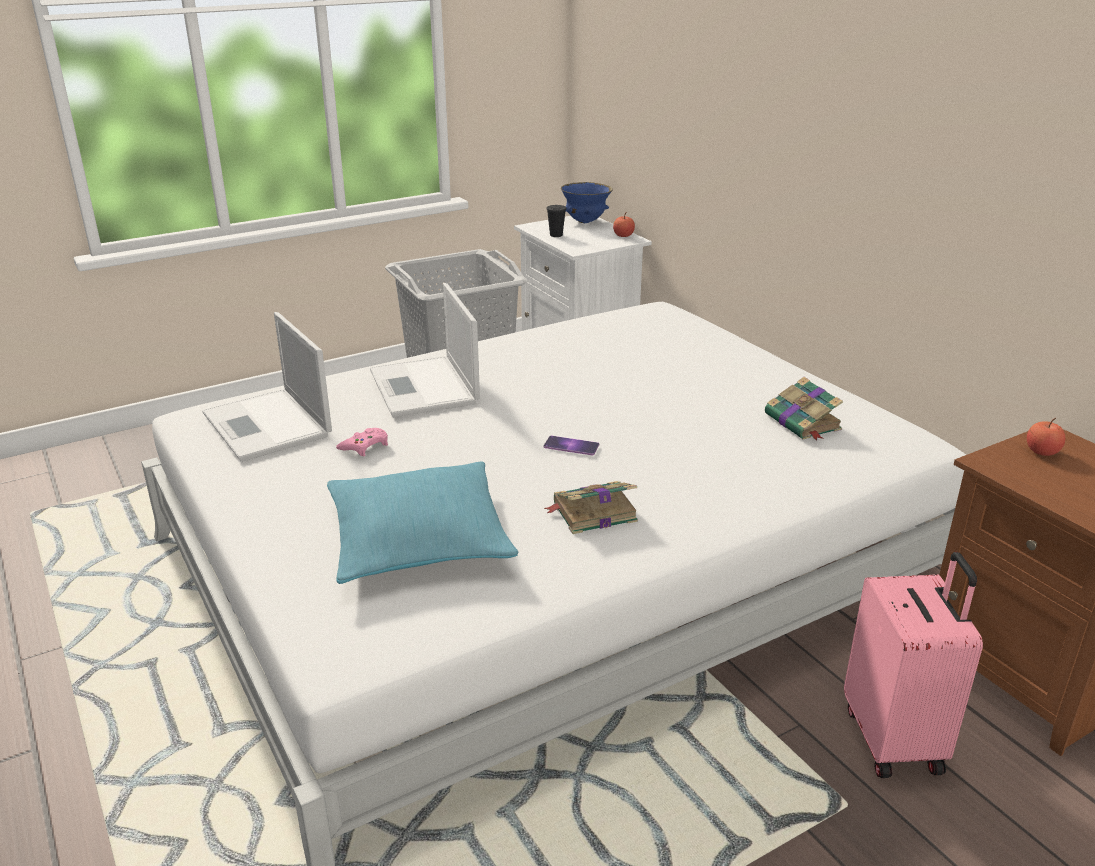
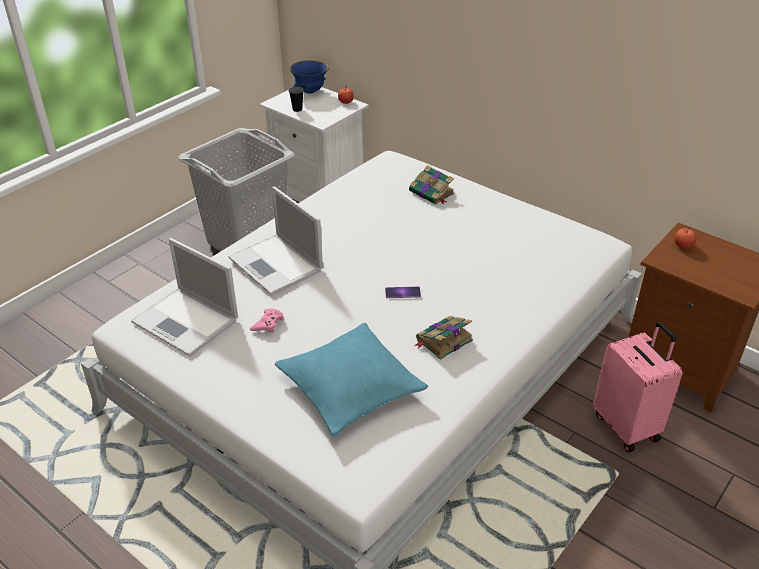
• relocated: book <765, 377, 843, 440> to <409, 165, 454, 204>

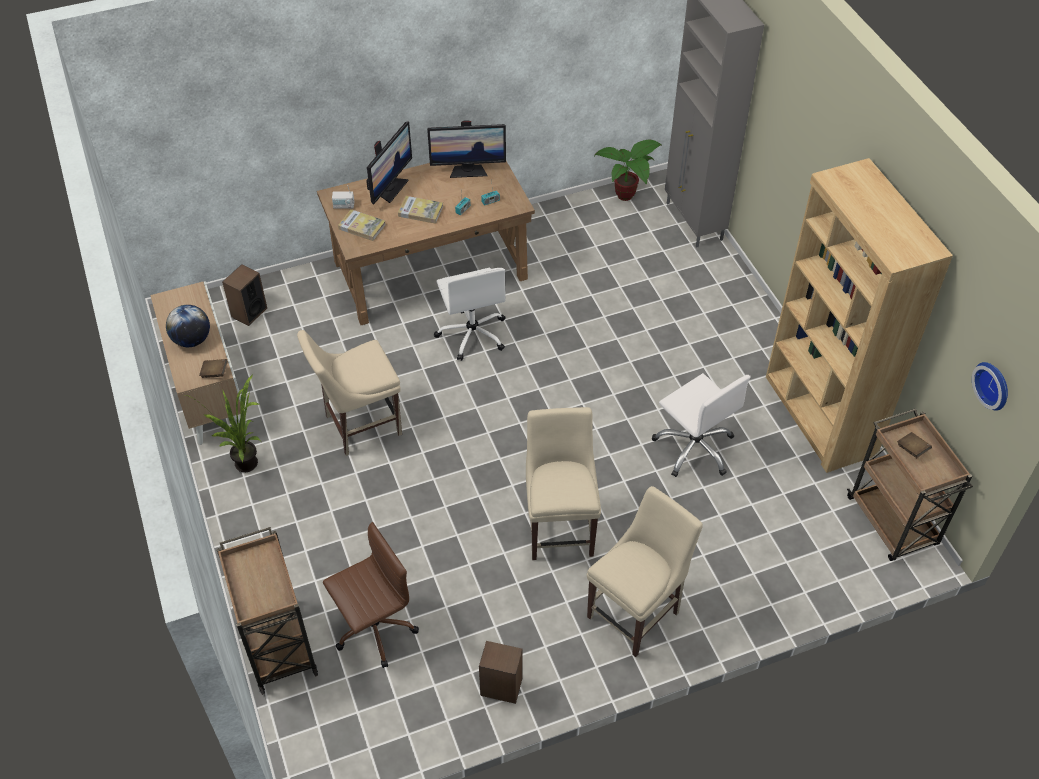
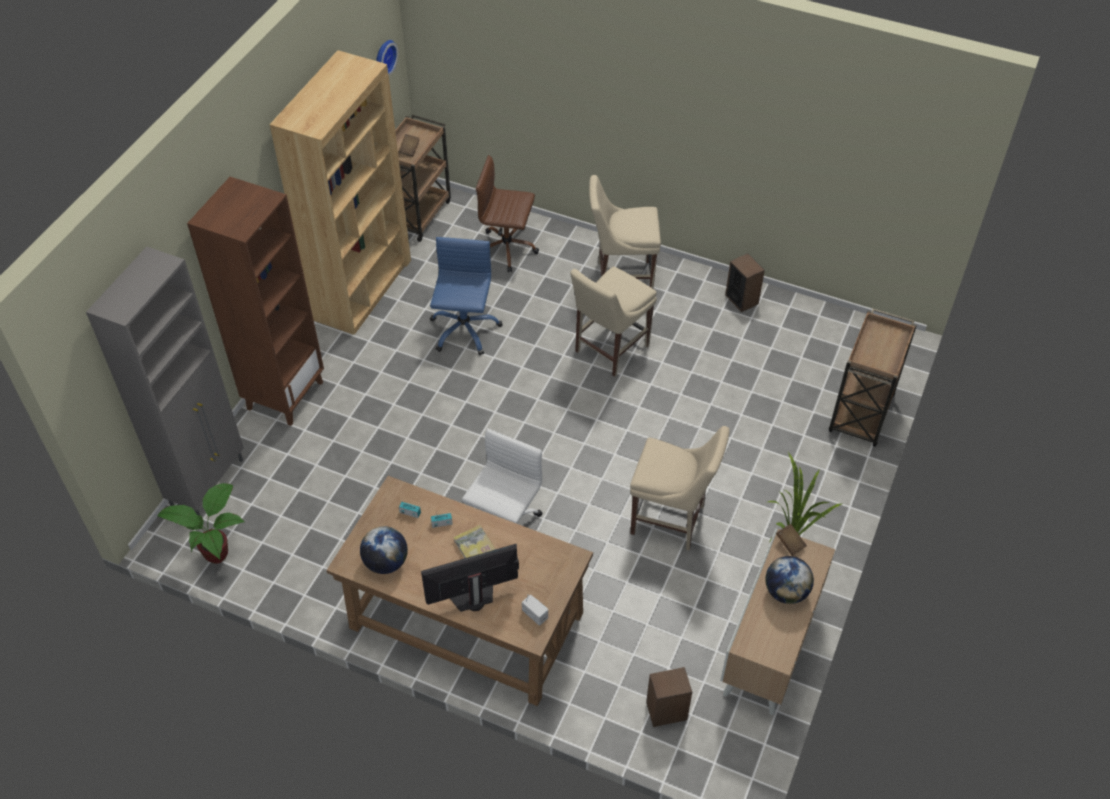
• relocated: computer chair in brown-coloured <323, 522, 419, 668> to <476, 155, 539, 272>
• missing: book <338, 209, 386, 241>
• exchanged: monitor <427, 120, 506, 178> to globe <360, 526, 408, 574>
• colour: computer chair in white <652, 373, 751, 477> to computer chair in bluish <430, 237, 503, 355>
• appeared: shelving unit in brown-coloured <187, 177, 324, 426>

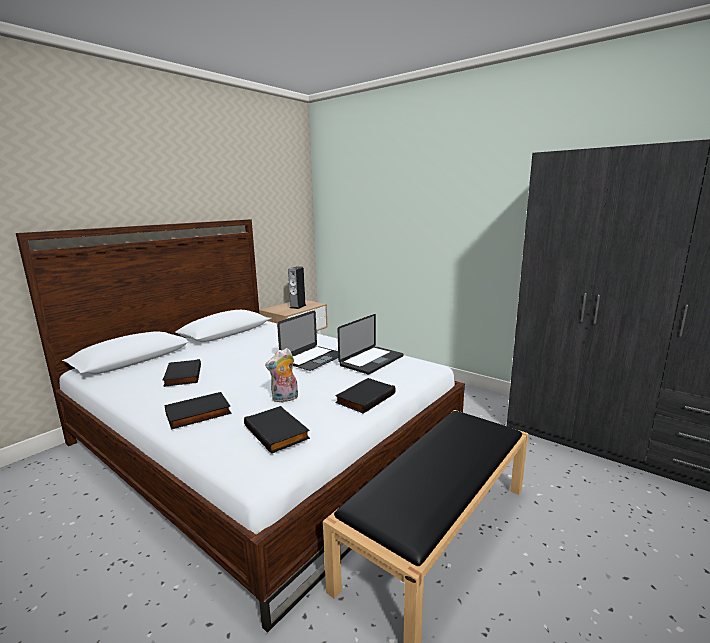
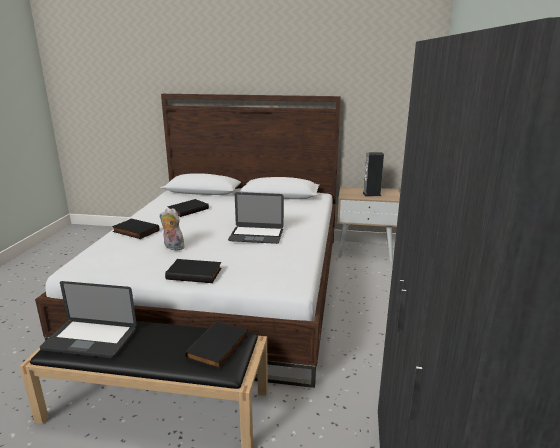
• relocated: book in blackish <244, 406, 310, 454> to <185, 321, 248, 370>
• relocated: laptop <337, 314, 404, 374> to <40, 281, 137, 358>

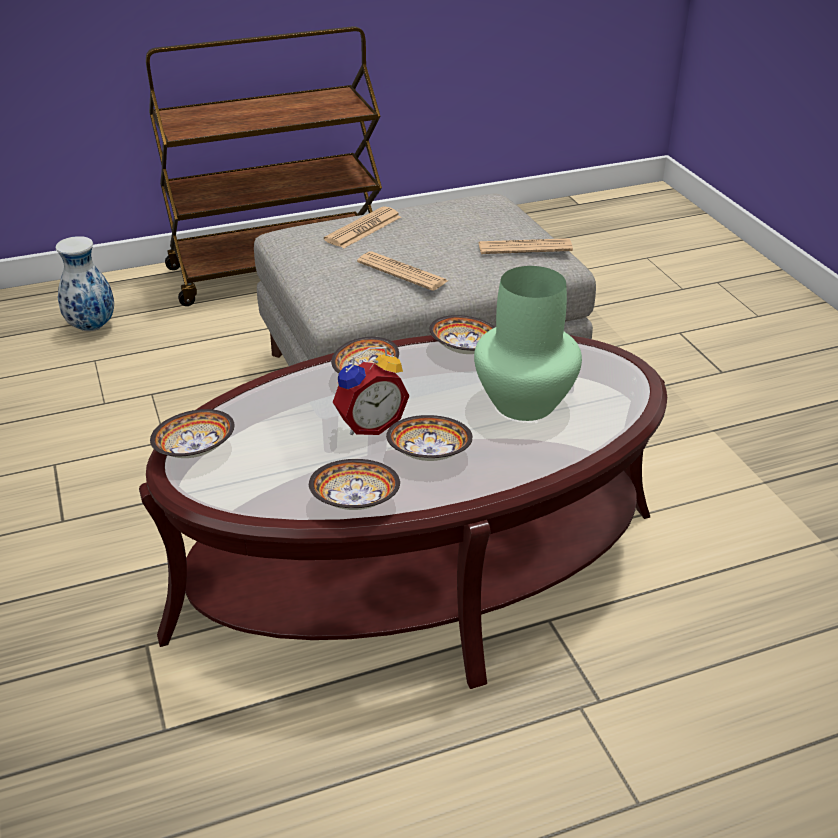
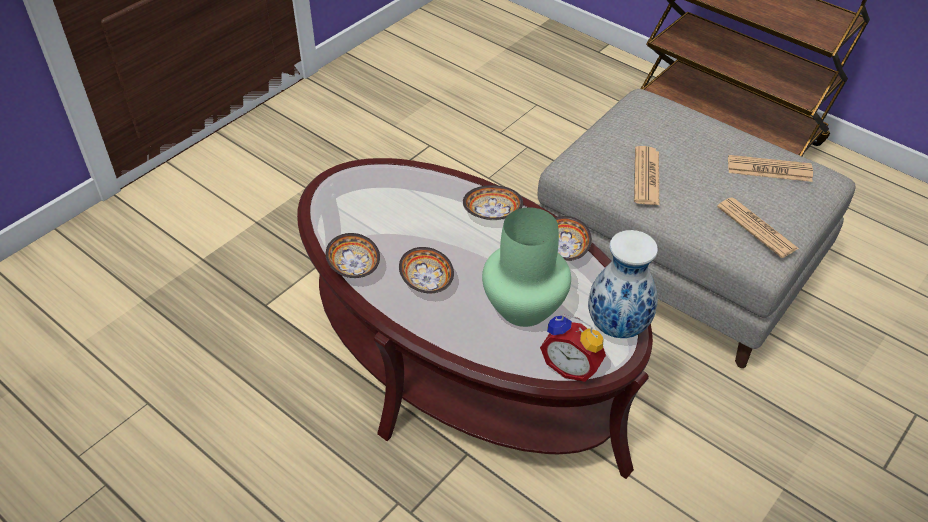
• relocated: flower vase <56, 236, 114, 331> to <588, 230, 658, 338>
• missing: deep dish <150, 409, 235, 458>
• relocated: newspaper <324, 206, 401, 248> to <728, 155, 813, 182>
• relocated: table clock <333, 347, 409, 435> to <540, 315, 606, 382>

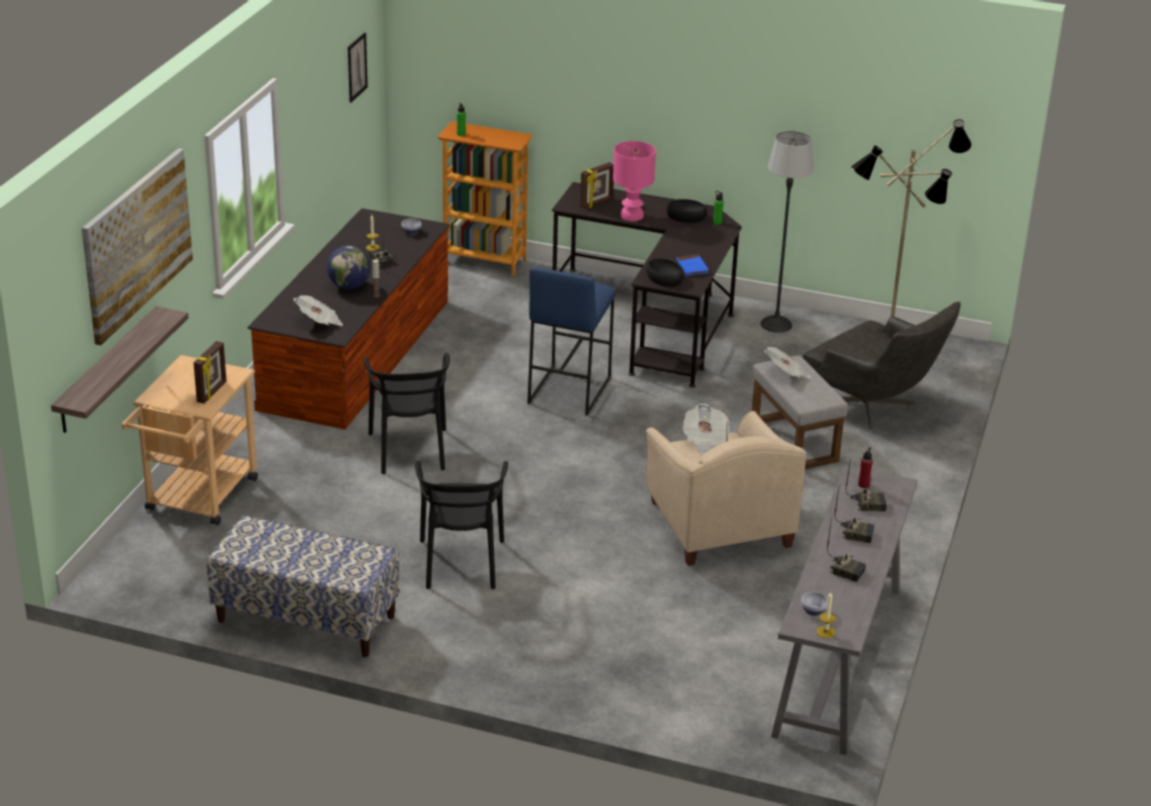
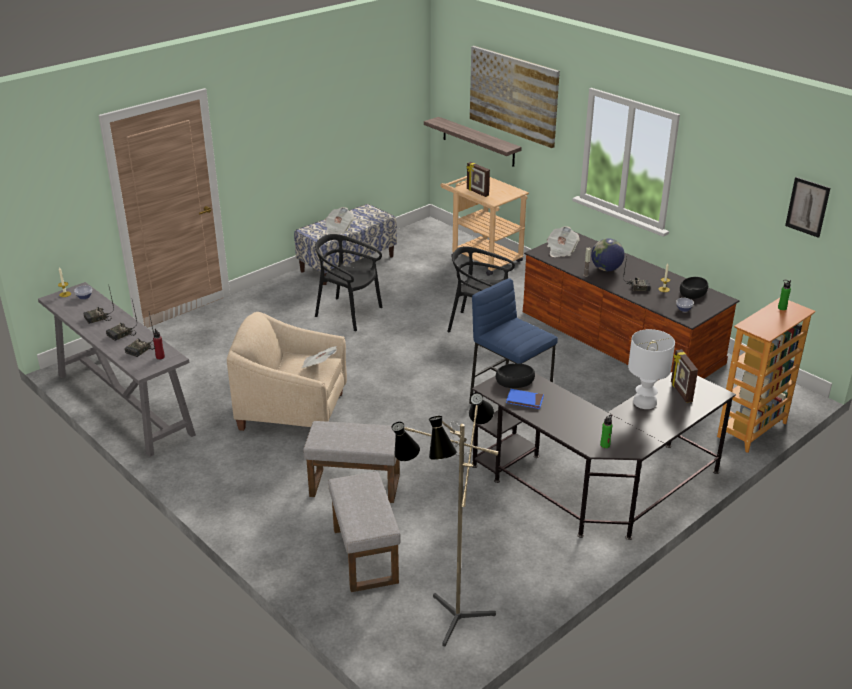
• colour: table lamp in pink <613, 141, 656, 221> to table lamp in white <628, 329, 675, 409>
• relocated: deep dish in blackish <666, 199, 707, 223> to <680, 277, 708, 299>
• missing: standing lamp <760, 131, 814, 333>
• relocated: newspaper <764, 347, 811, 378> to <325, 207, 354, 235>
• exchanged: lounge chair in greyish <803, 302, 961, 429> to footrest in greyish <328, 471, 401, 592>

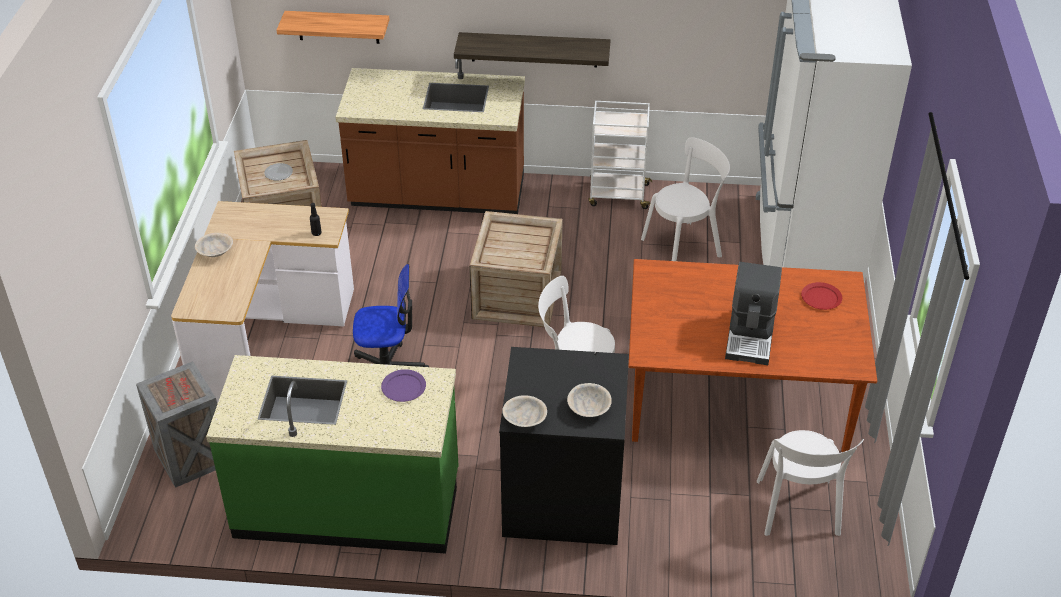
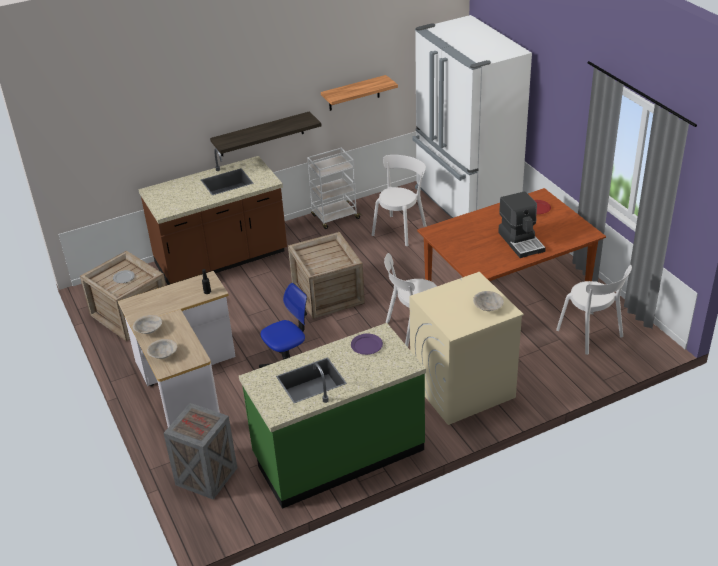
• relocated: wall shelf <277, 11, 390, 44> to <321, 75, 398, 111>
• colour: washing machine in blackish <499, 347, 629, 545> to washing machine in beige <409, 272, 524, 425>
• relocated: deep dish in beige <502, 395, 547, 427> to <147, 339, 177, 359>

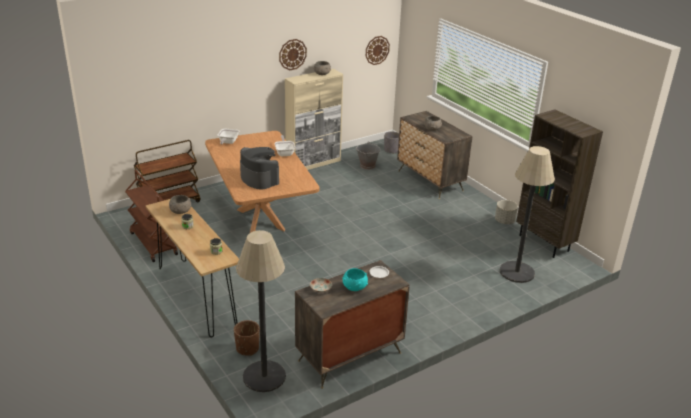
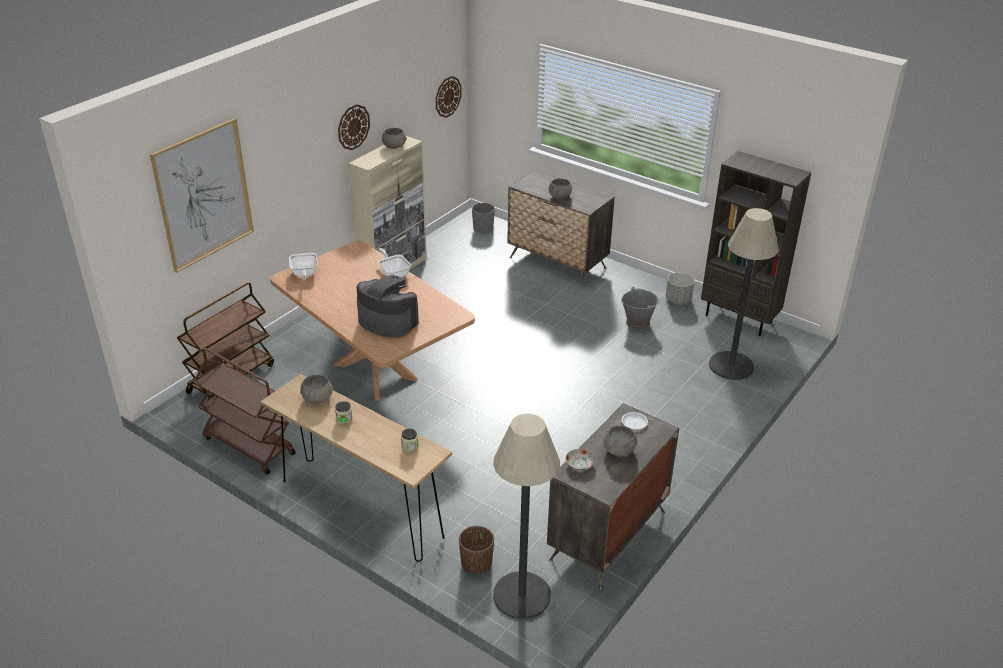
• colour: deep dish in blue-green <342, 268, 368, 291> to deep dish in greyish <602, 425, 638, 456>
• relocated: bucket in greyish <356, 142, 381, 170> to <621, 287, 659, 330>
• appeared: wall art <150, 118, 254, 273>

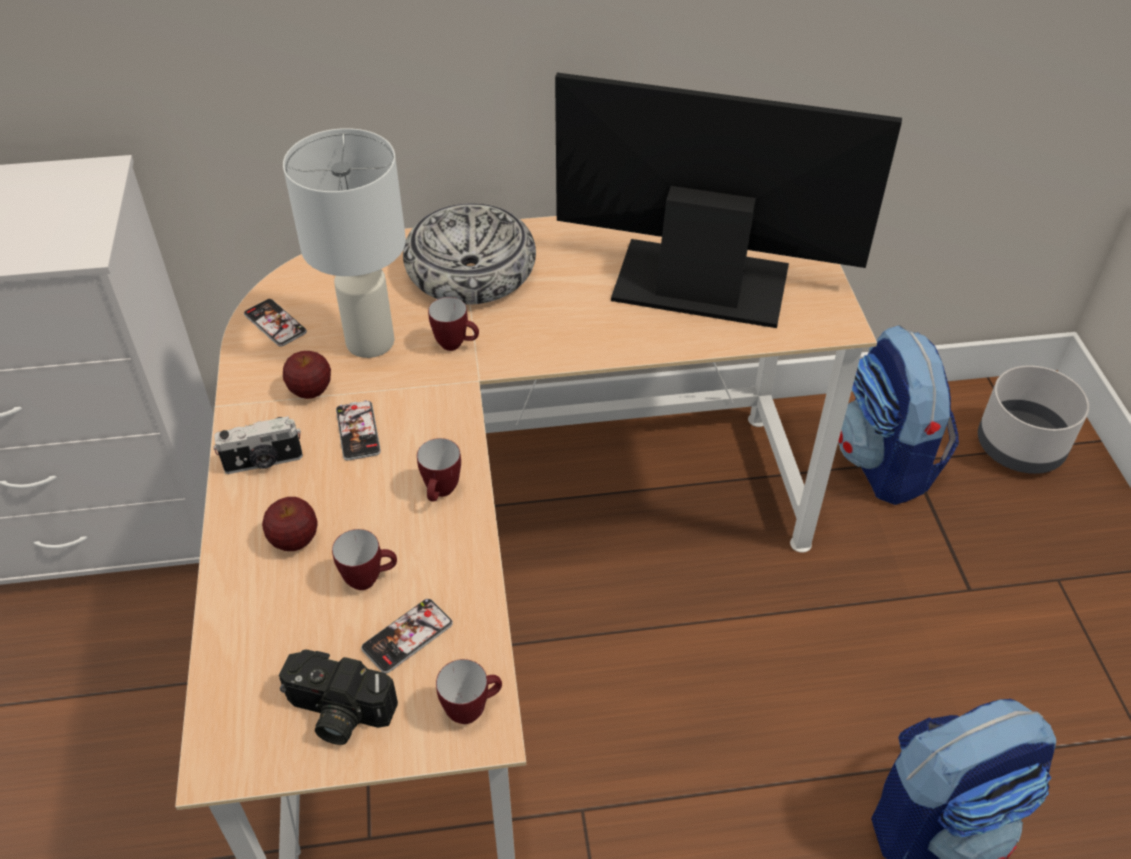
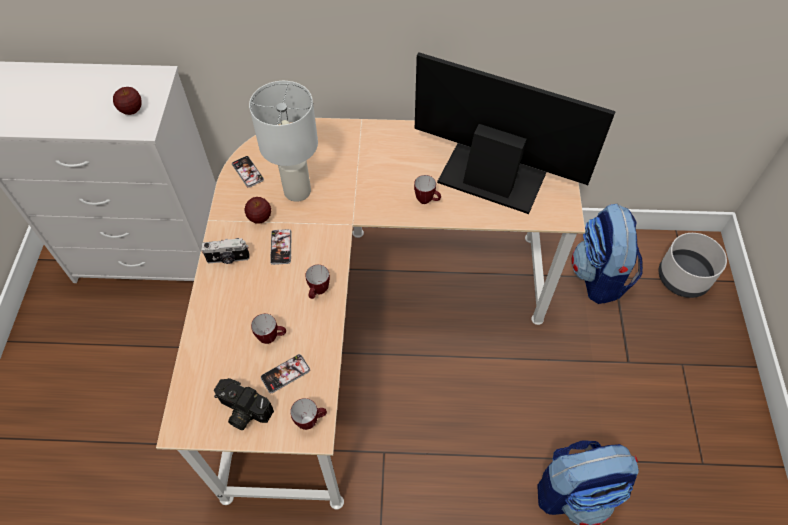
• relocated: whole apple <262, 497, 317, 551> to <113, 87, 142, 115>
• missing: deep dish <403, 203, 536, 305>
• relocated: mug <428, 297, 479, 351> to <414, 175, 441, 204>

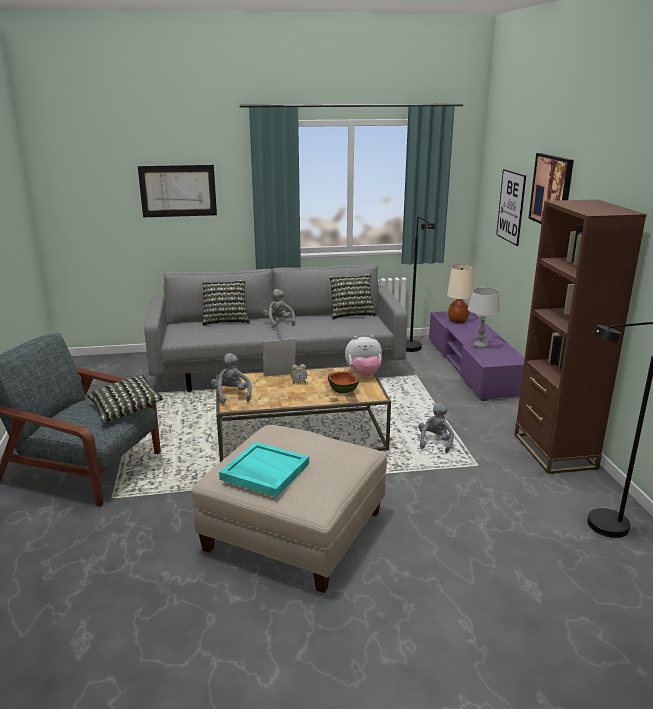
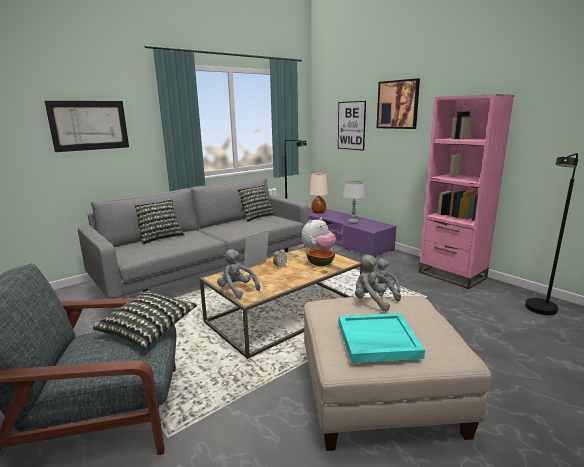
• relocated: cuddly toy in greyish <263, 289, 295, 328> to <355, 255, 401, 312>
• colour: shelving unit in brown-coloured <514, 199, 647, 474> to shelving unit in pink <419, 94, 514, 289>

